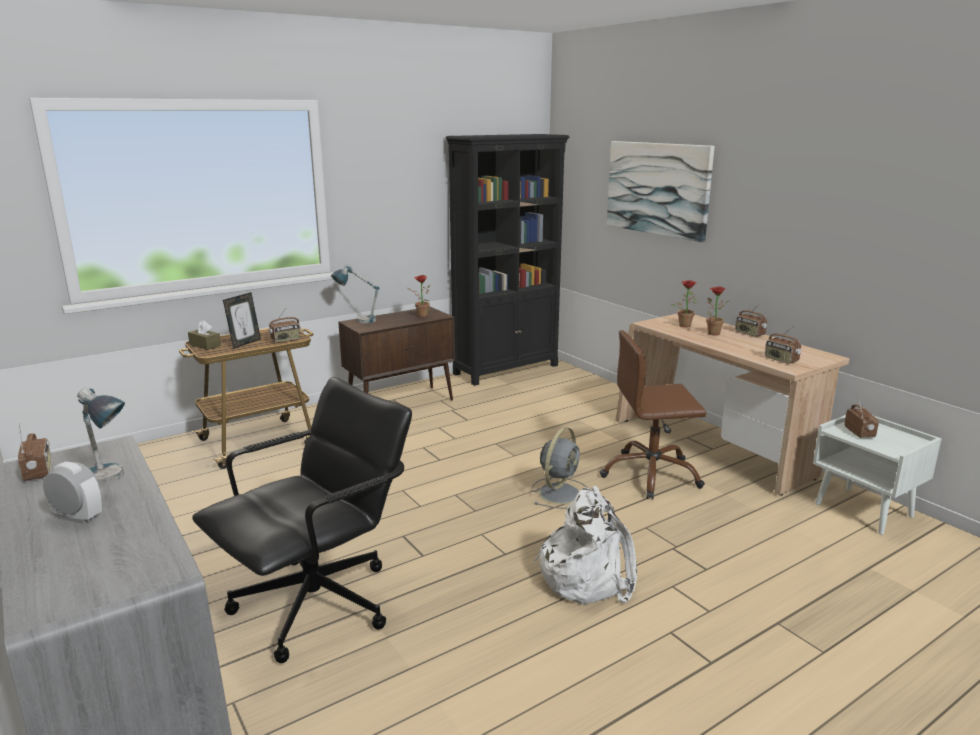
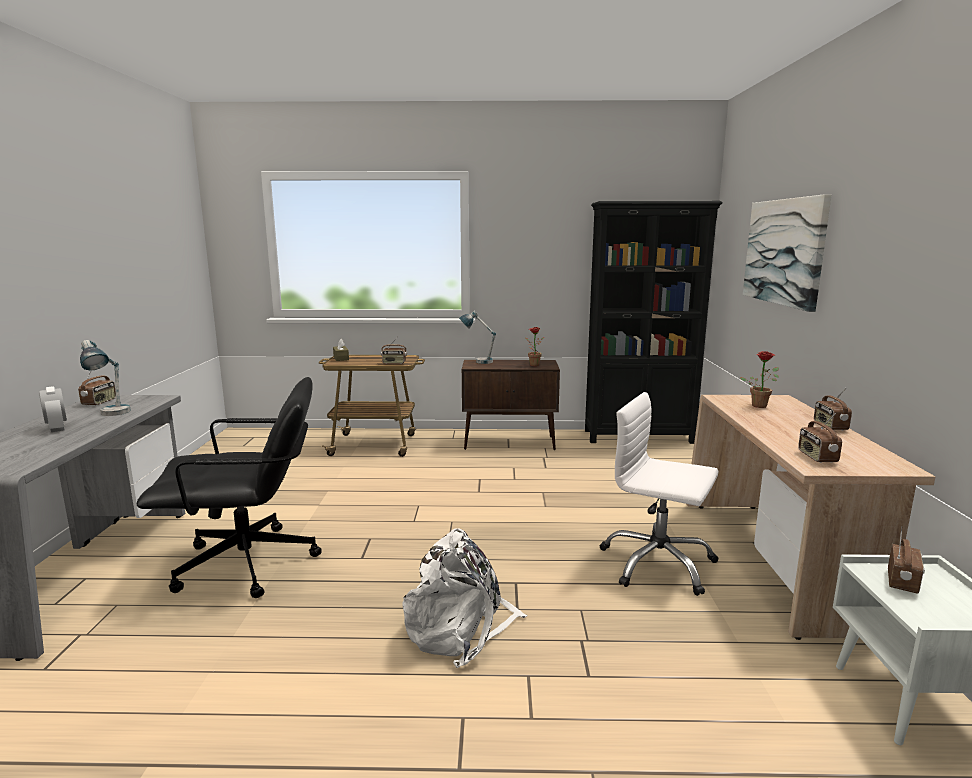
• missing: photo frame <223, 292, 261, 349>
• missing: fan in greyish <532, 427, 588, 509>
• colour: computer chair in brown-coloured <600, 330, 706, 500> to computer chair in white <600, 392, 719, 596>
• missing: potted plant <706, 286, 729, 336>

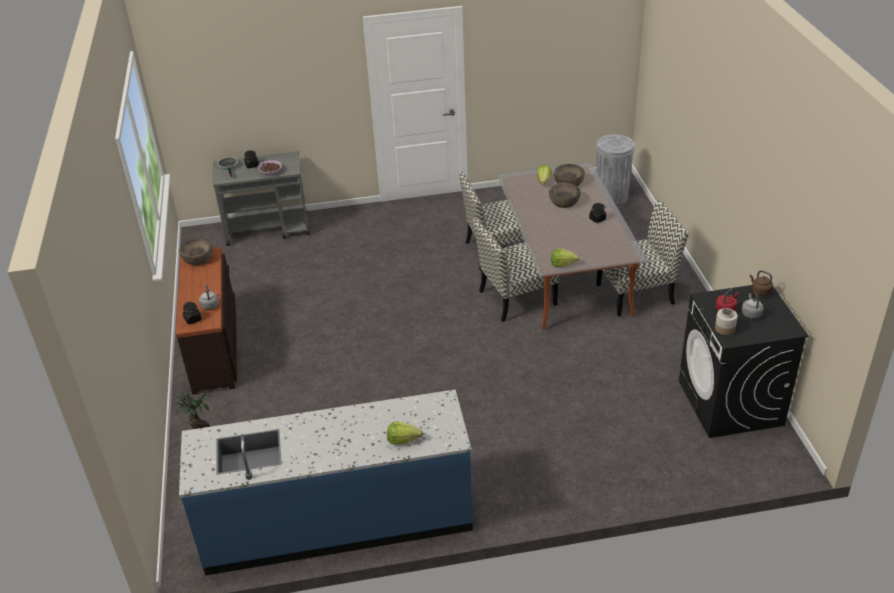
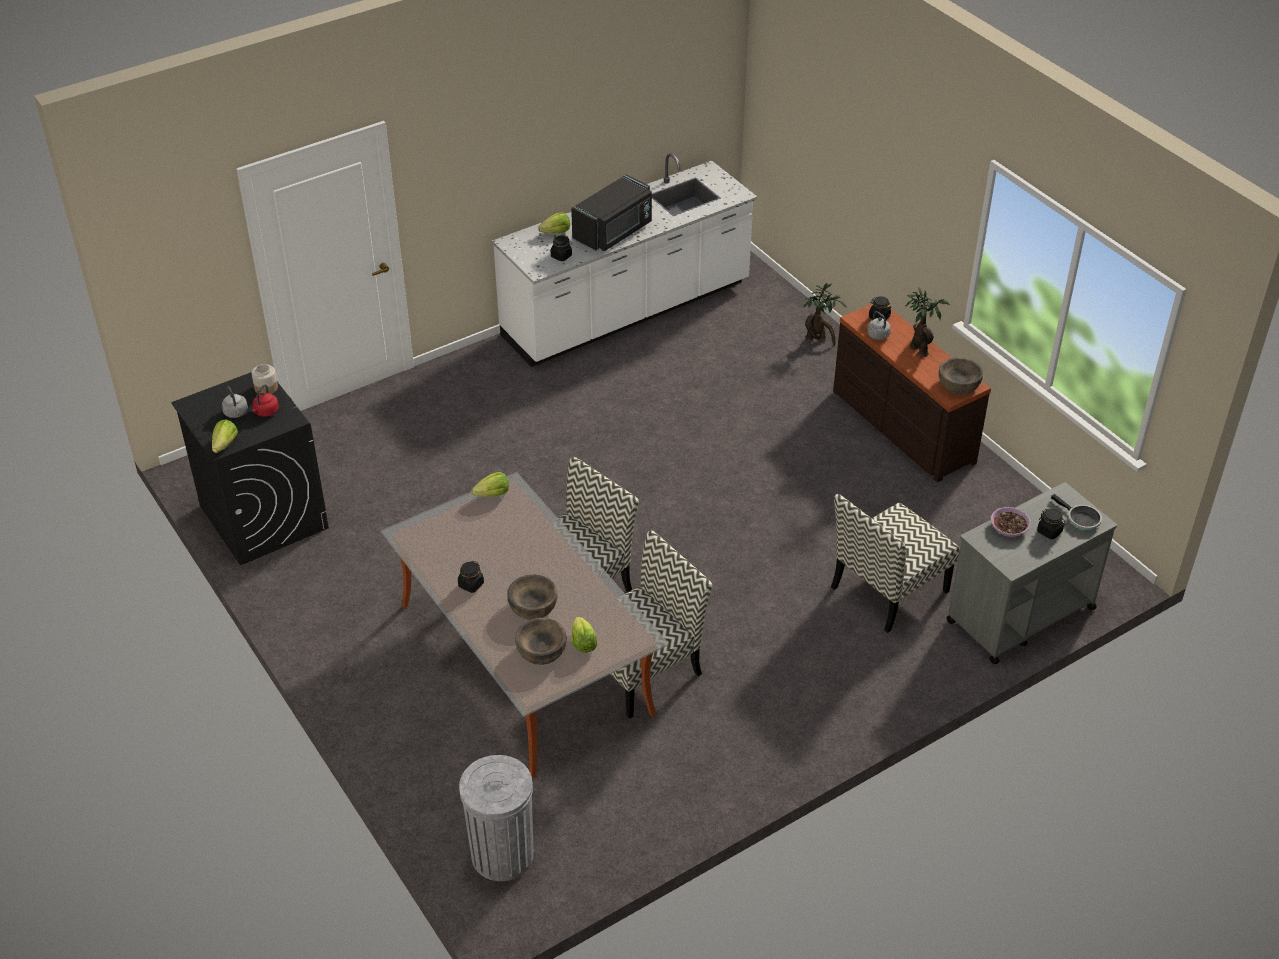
• colour: kitchen counter in bluish <179, 389, 473, 576> to kitchen counter in white <492, 153, 757, 367>
• relocated: plain chair <596, 199, 689, 317> to <831, 494, 960, 633>
• exchanged: water kettle in brown-coloured <750, 270, 773, 296> to lettuce <212, 419, 238, 453>
• appeared: preserve jar in blackish <551, 235, 572, 261>
• appeared: kitchen microwave in blackish <571, 174, 652, 251>
• appeared: potted plant <905, 287, 950, 357>

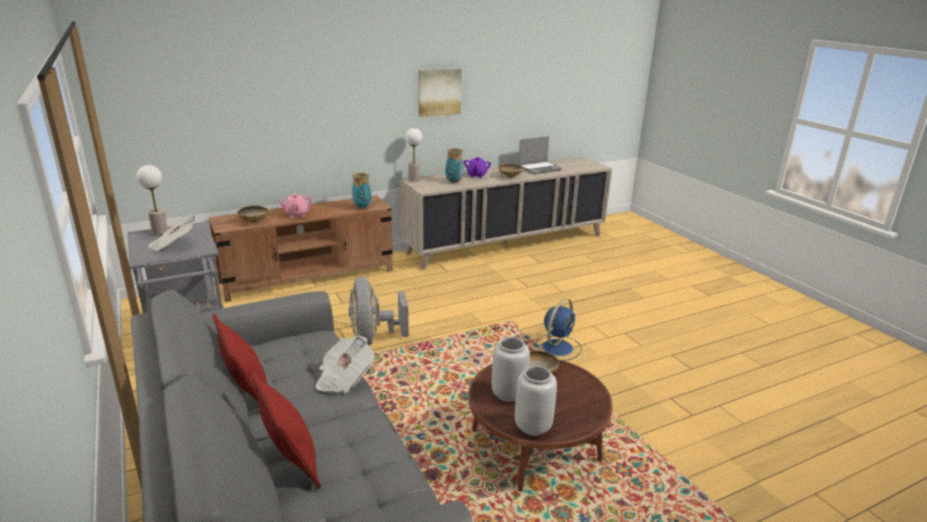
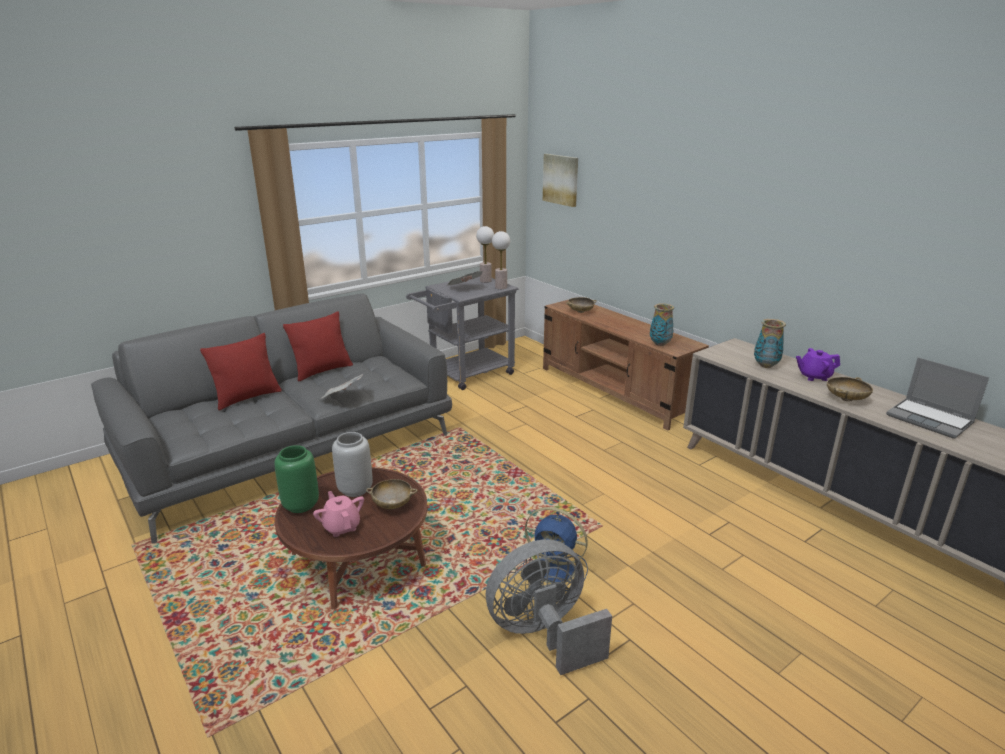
• relocated: pot for tea in pink <278, 194, 313, 218> to <313, 491, 364, 537>
• relocated: fan in greyish <348, 277, 409, 345> to <486, 539, 612, 675>
• relocated: table lamp <405, 128, 422, 182> to <492, 231, 510, 289>
• relocated: wall art <419, 68, 462, 117> to <543, 154, 578, 207>
• colour: flower vase in greyish <515, 366, 557, 436> to flower vase in green-coloured <274, 445, 319, 513>

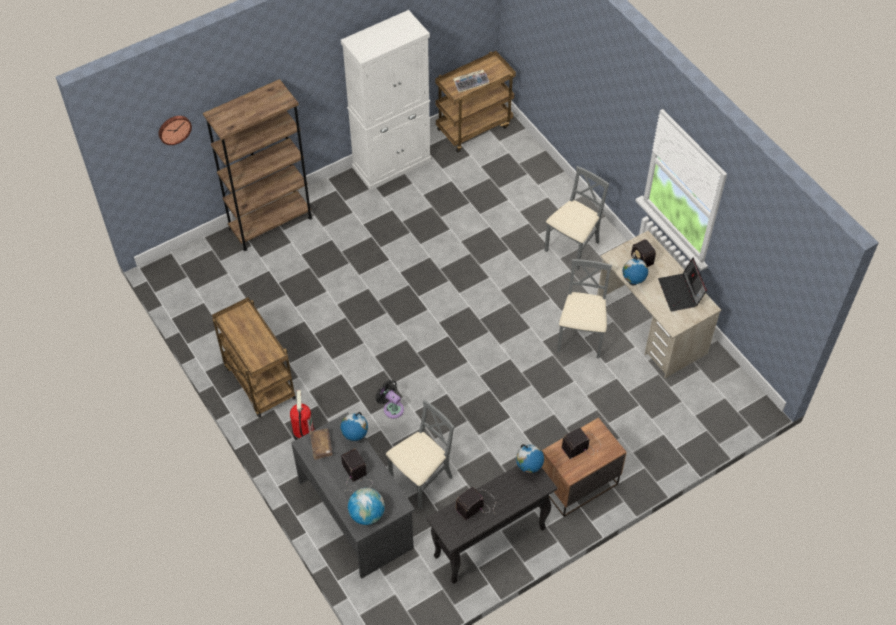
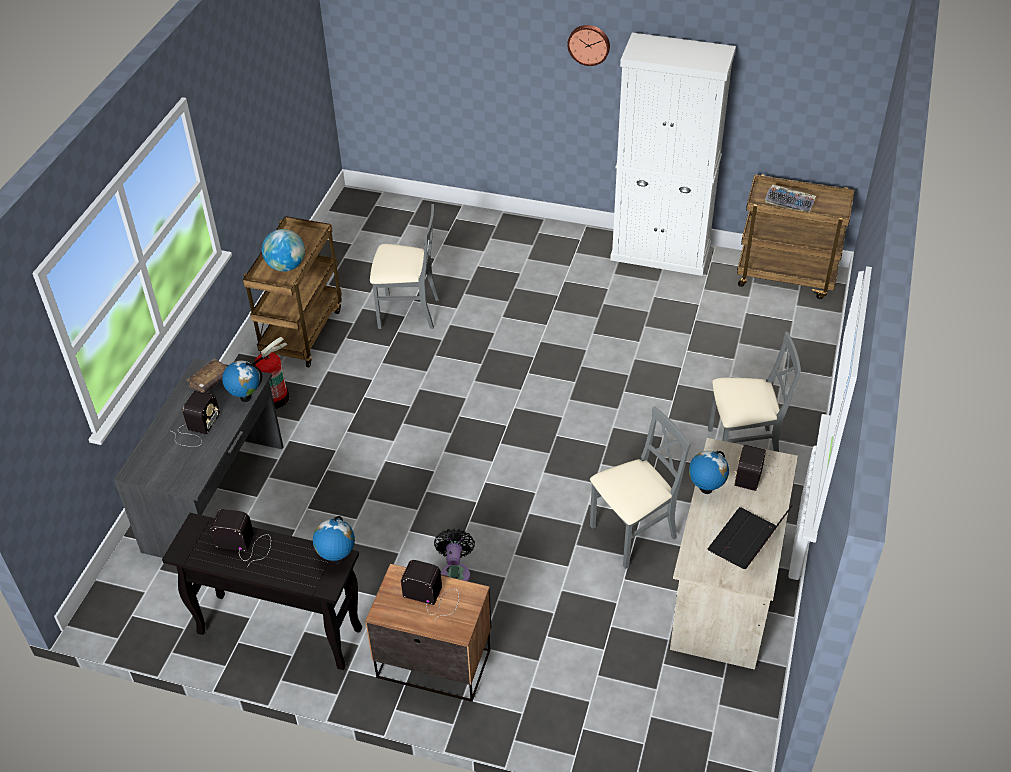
• relocated: wall clock <159, 116, 192, 145> to <567, 25, 610, 66>
• missing: shelving unit in brown-coloured <203, 79, 312, 251>
• relocated: globe <348, 488, 385, 525> to <262, 229, 305, 272>
• relocated: fan in blackish <376, 380, 404, 419> to <434, 529, 475, 581>
• relocated: plain chair in greyish <386, 400, 454, 509> to <370, 204, 439, 329>

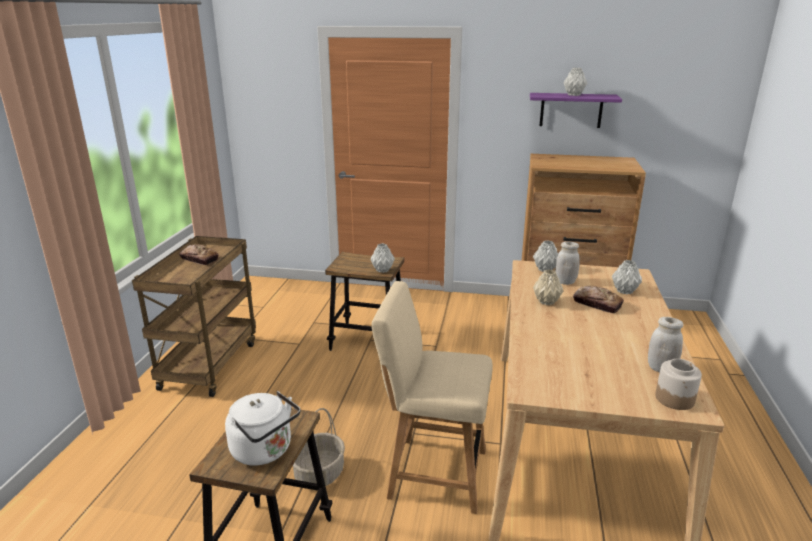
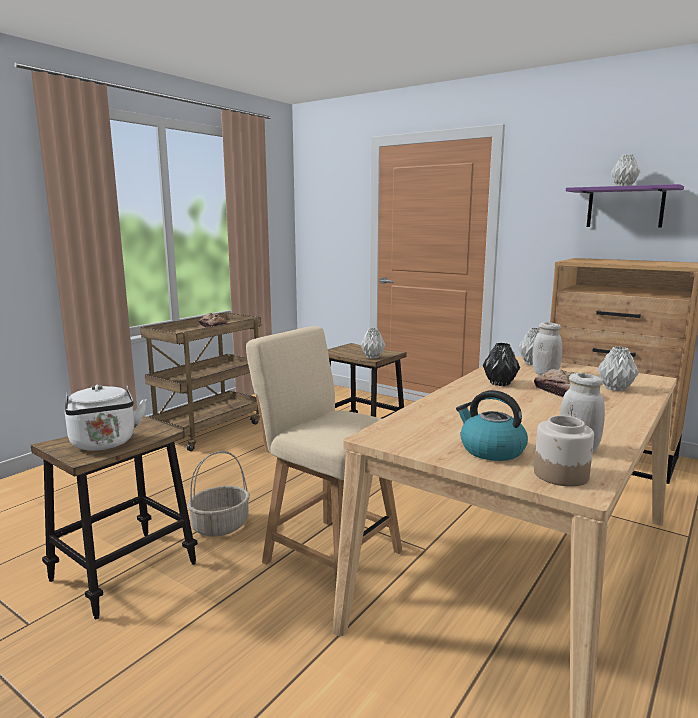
• colour: flower vase in beige <533, 270, 563, 305> to flower vase in blackish <483, 343, 520, 386>
• appeared: water kettle <456, 390, 528, 461>

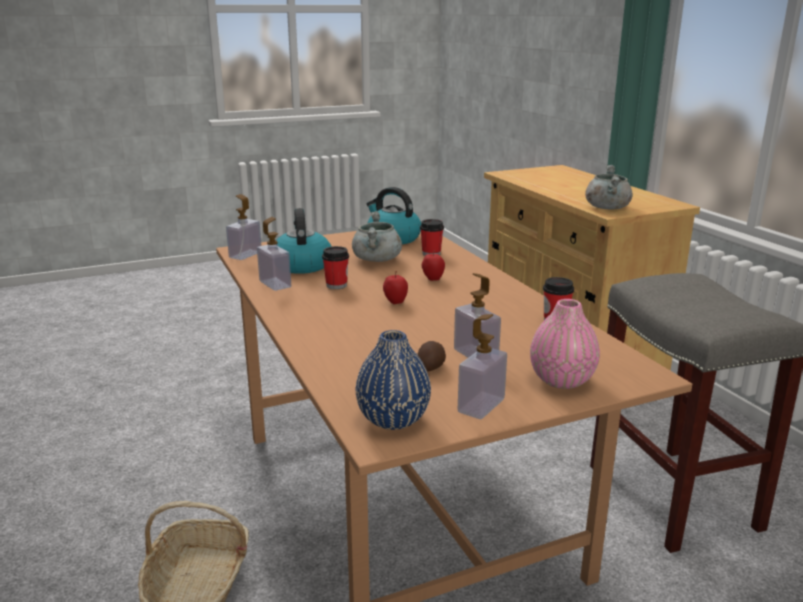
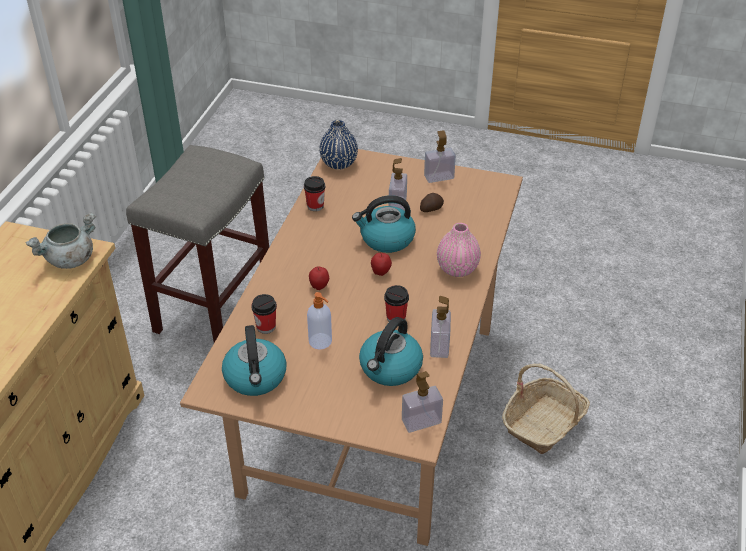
• exchanged: stockpot in greyish <352, 211, 402, 262> to soap bottle <307, 292, 332, 349>
• relocated: flower vase in bluish <355, 330, 431, 430> to <319, 120, 358, 170>
• relocated: flower vase in pink <530, 299, 600, 389> to <437, 223, 481, 277>
• appeared: water kettle <352, 195, 416, 253>

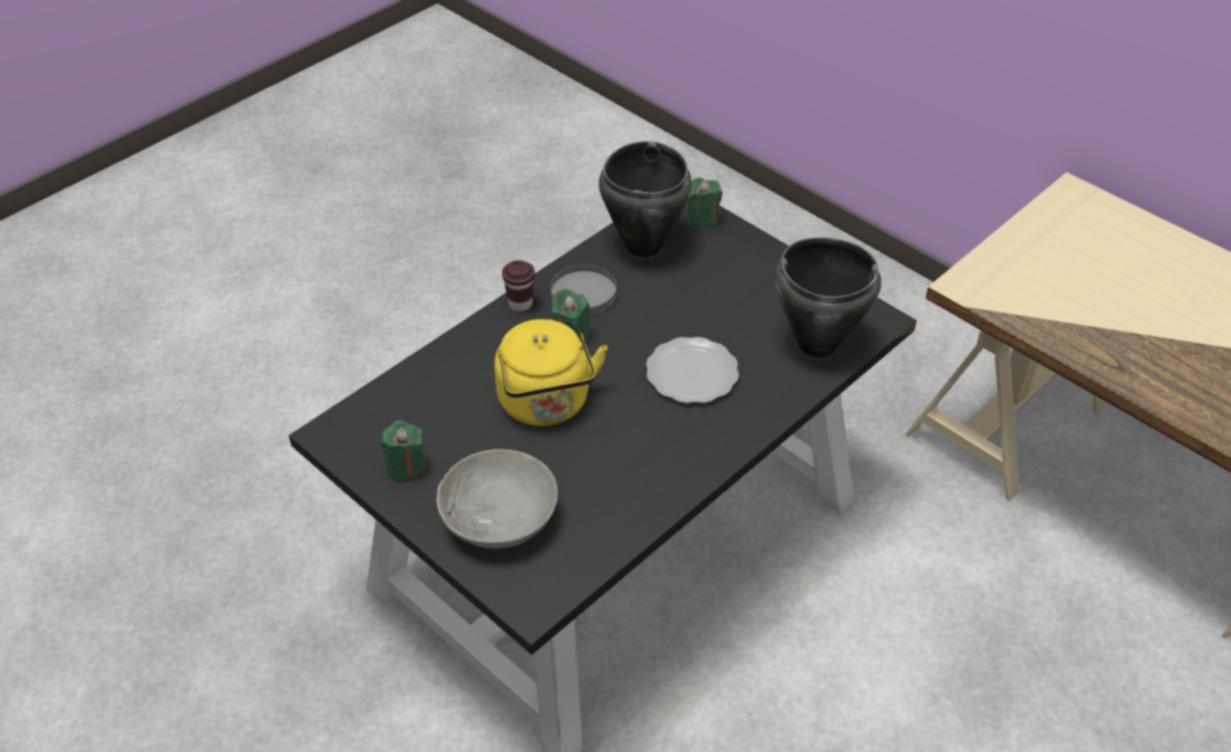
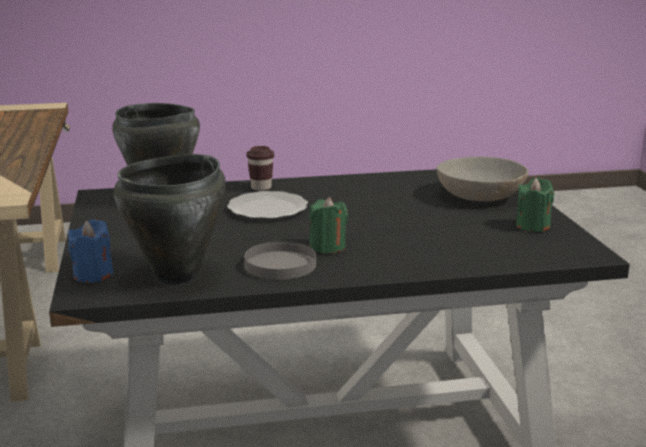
• missing: water kettle in yellow-coloured <494, 319, 608, 426>
• relocated: small cup in brown-coloured <502, 260, 535, 311> to <246, 146, 274, 191>
• colour: wax light in green-coloured <685, 178, 722, 230> to wax light in bluish <68, 219, 113, 283>

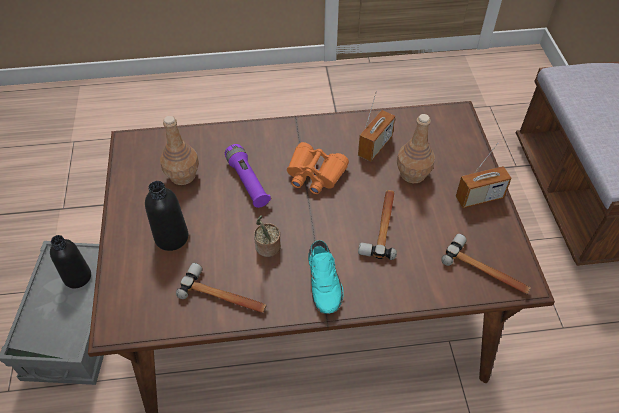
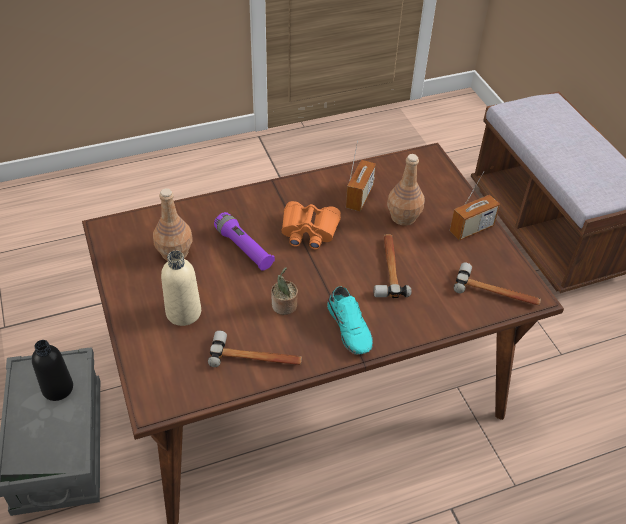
• colour: bottle in blackish <145, 181, 189, 251> to bottle in beige <161, 251, 201, 326>

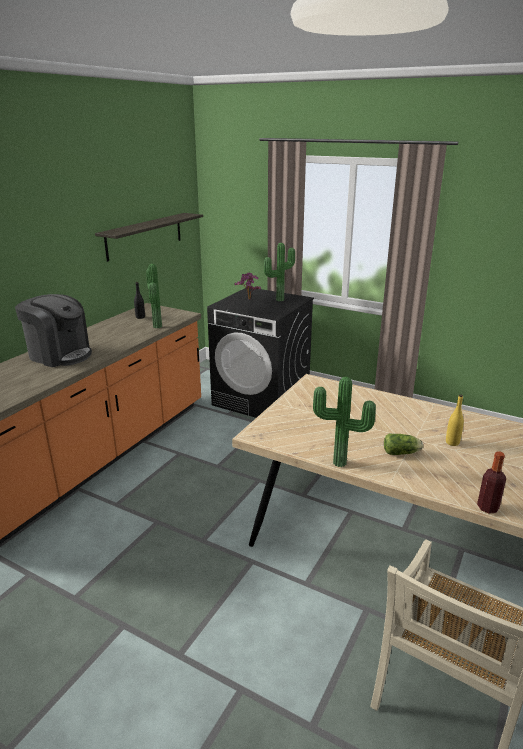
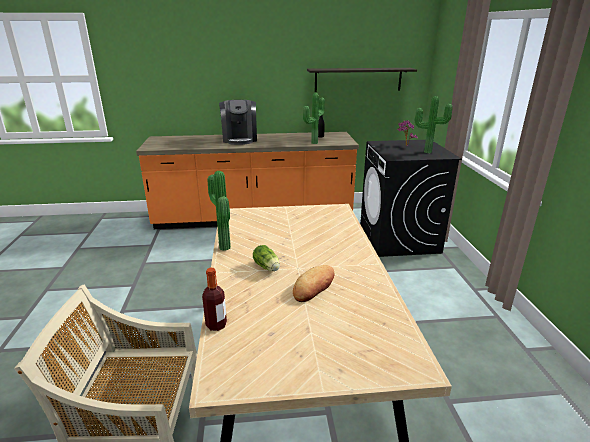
• exchanged: bottle in yellow-coloured <446, 394, 464, 446> to baked bread <293, 265, 334, 302>

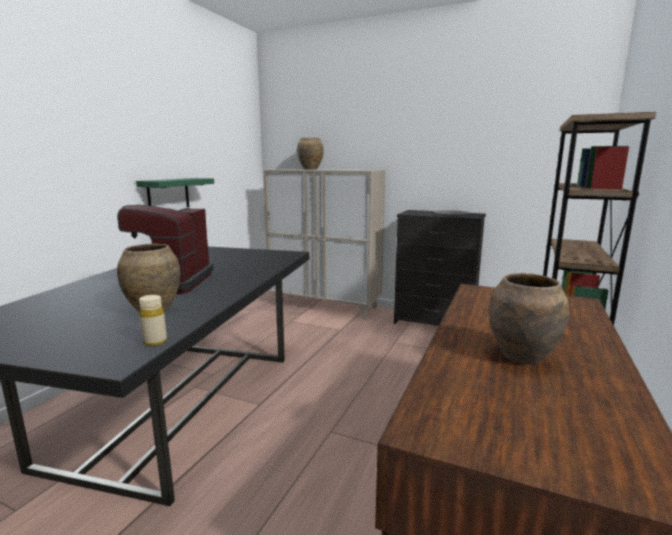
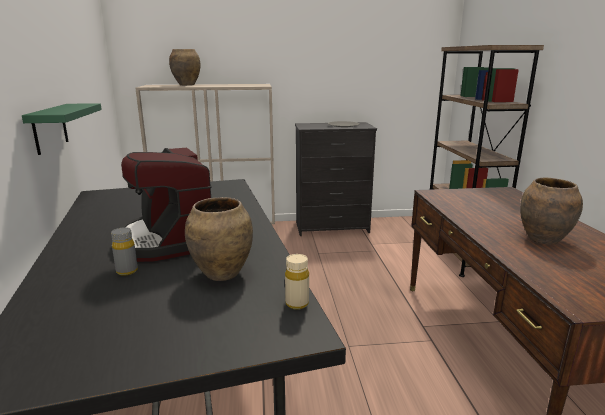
• appeared: bottle in greyish <111, 227, 138, 276>

